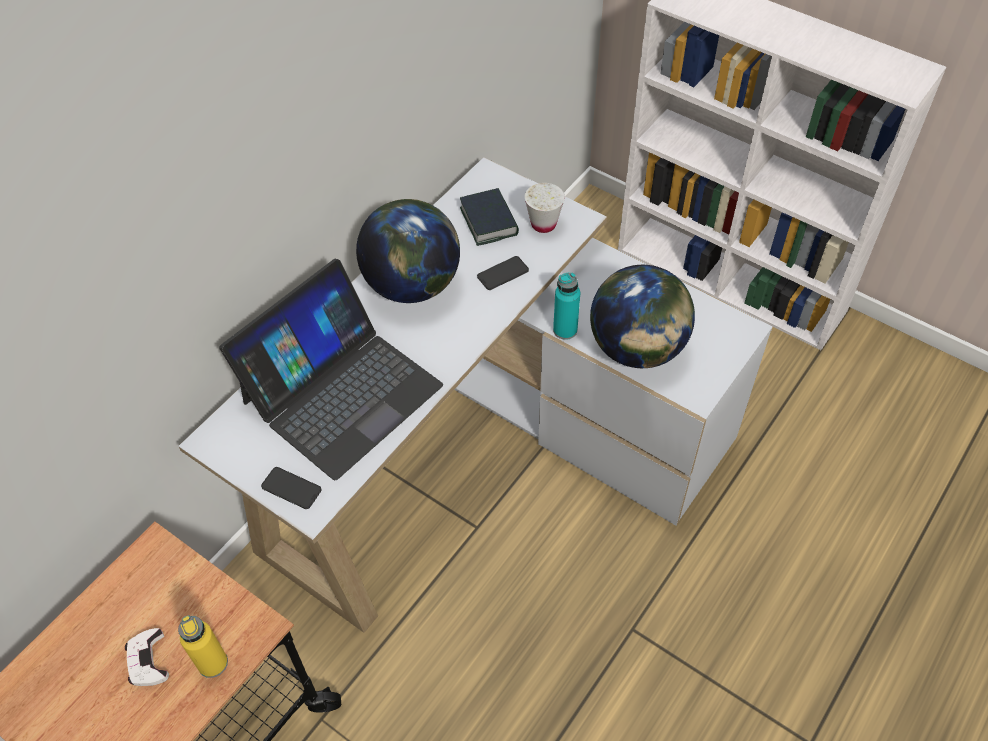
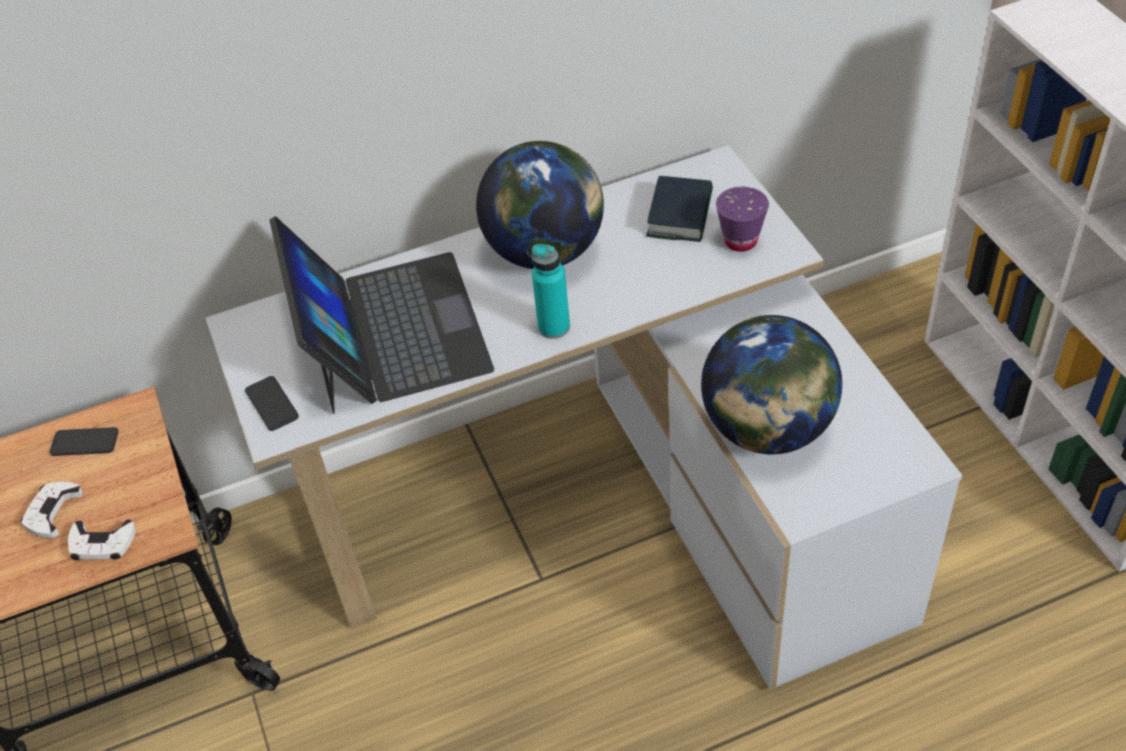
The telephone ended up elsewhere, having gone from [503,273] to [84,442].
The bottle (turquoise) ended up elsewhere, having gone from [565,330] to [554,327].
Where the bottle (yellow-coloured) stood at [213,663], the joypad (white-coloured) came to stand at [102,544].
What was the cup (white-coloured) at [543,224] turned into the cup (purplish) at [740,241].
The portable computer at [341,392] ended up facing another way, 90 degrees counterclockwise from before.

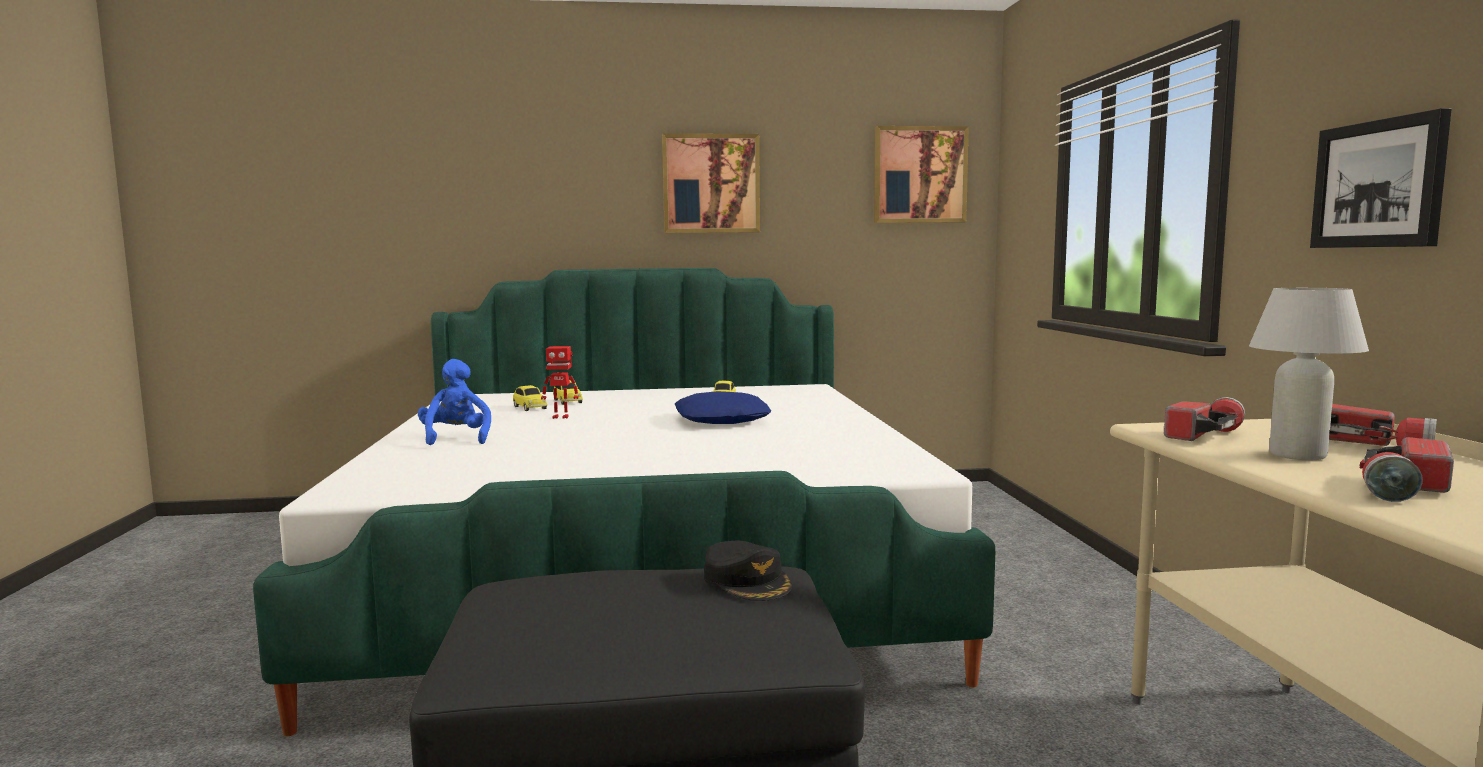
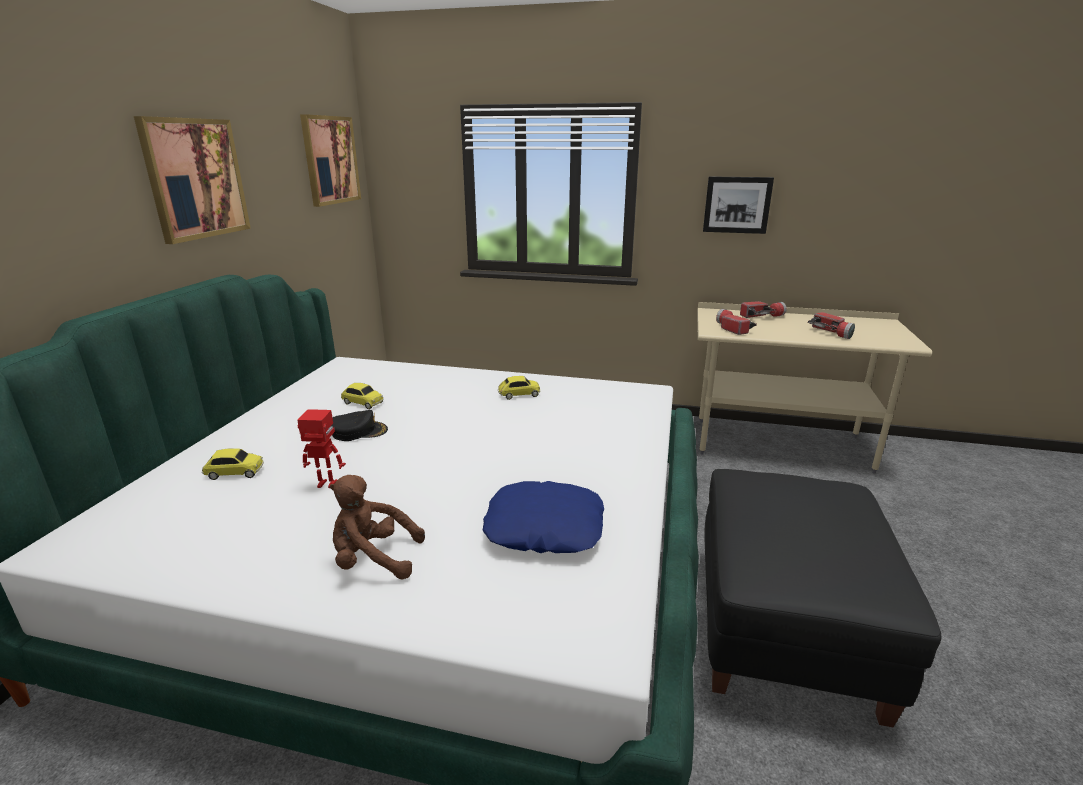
The second view lost the tabletop lamp (white-coloured) at [1297,455].
The miniature car ended up elsewhere, having gone from [529,407] to [519,395].
The cushion (blue-coloured) ended up elsewhere, having gone from [722,420] to [544,527].
The cap (blackish) ended up elsewhere, having gone from [747,581] to [358,431].
What was the plush toy (blue-coloured) at [456,439] turned into the plush toy (brown-coloured) at [373,559].
The toy robot at [561,417] ended up facing another way, 105 degrees counterclockwise from before.

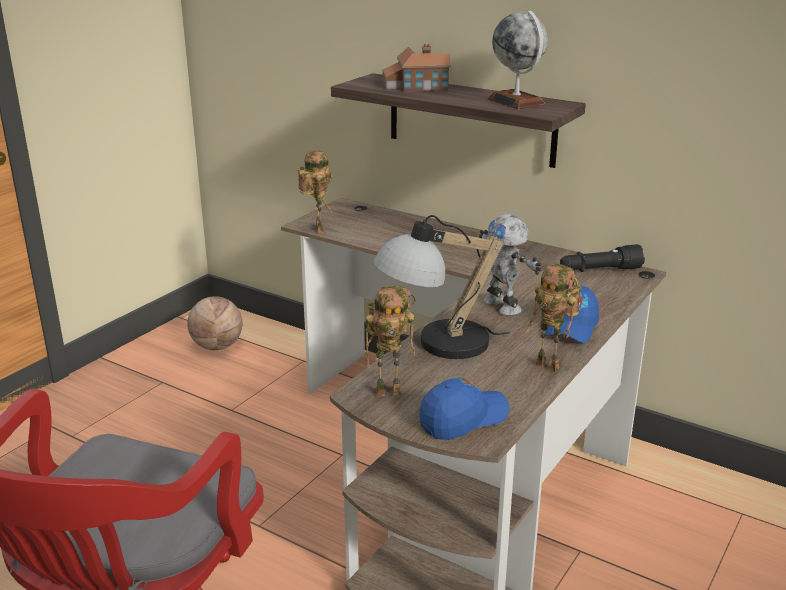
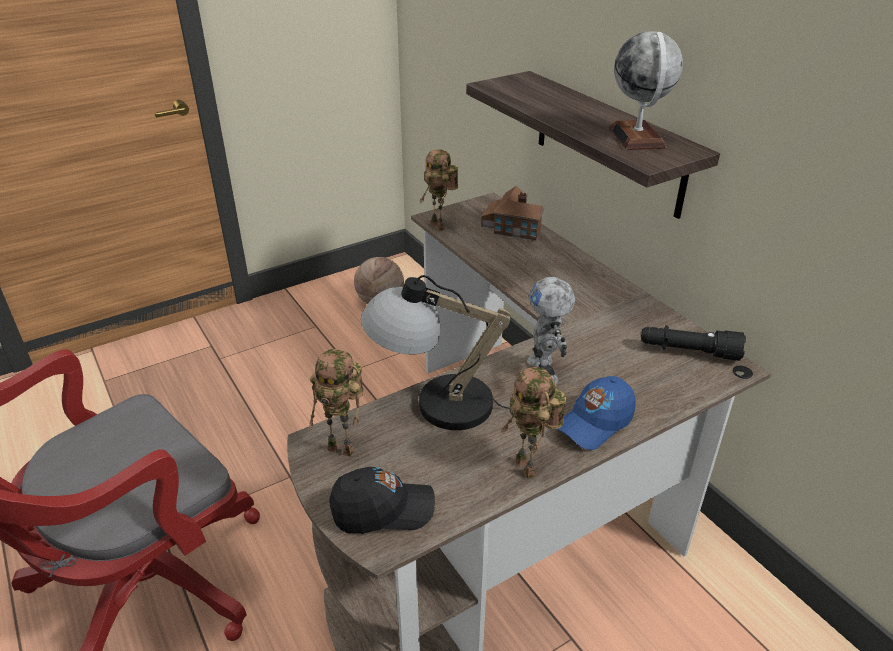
The miniature house ended up elsewhere, having gone from [414,86] to [512,226].
What was the cap (blue-coloured) at [463,419] turned into the cap (blackish) at [383,510].
The toy robot at [317,229] ended up facing another way, 135 degrees clockwise from before.

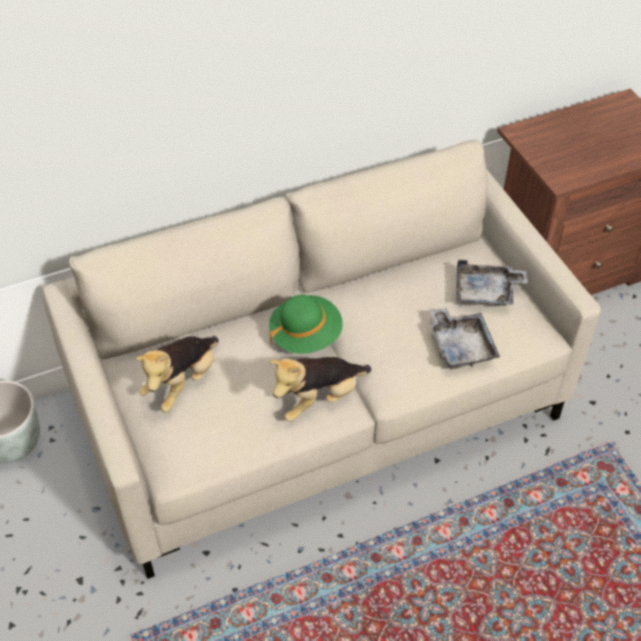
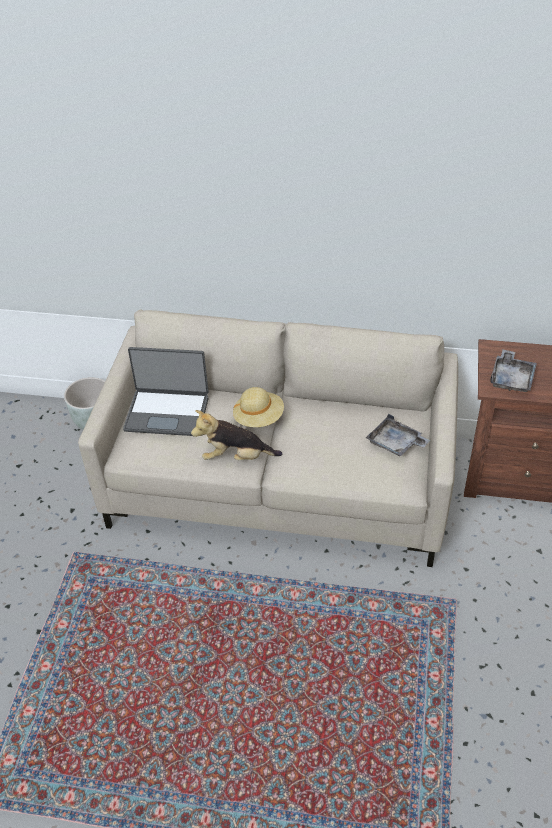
The tray (greyish) ended up elsewhere, having gone from [461,346] to [511,378].
Where the plush toy stood at [182,383], the portable computer came to stand at [167,412].
What was the hat (green) at [305,335] turned into the hat (sand-coloured) at [259,418].

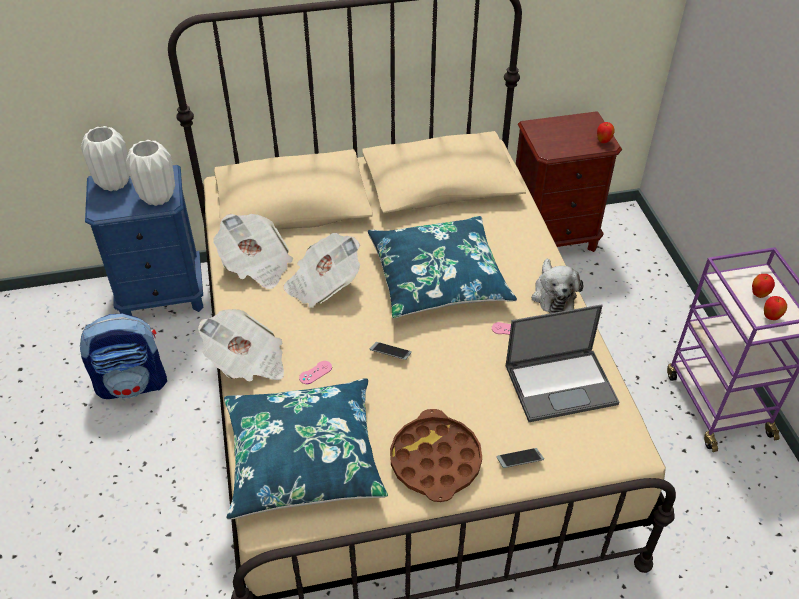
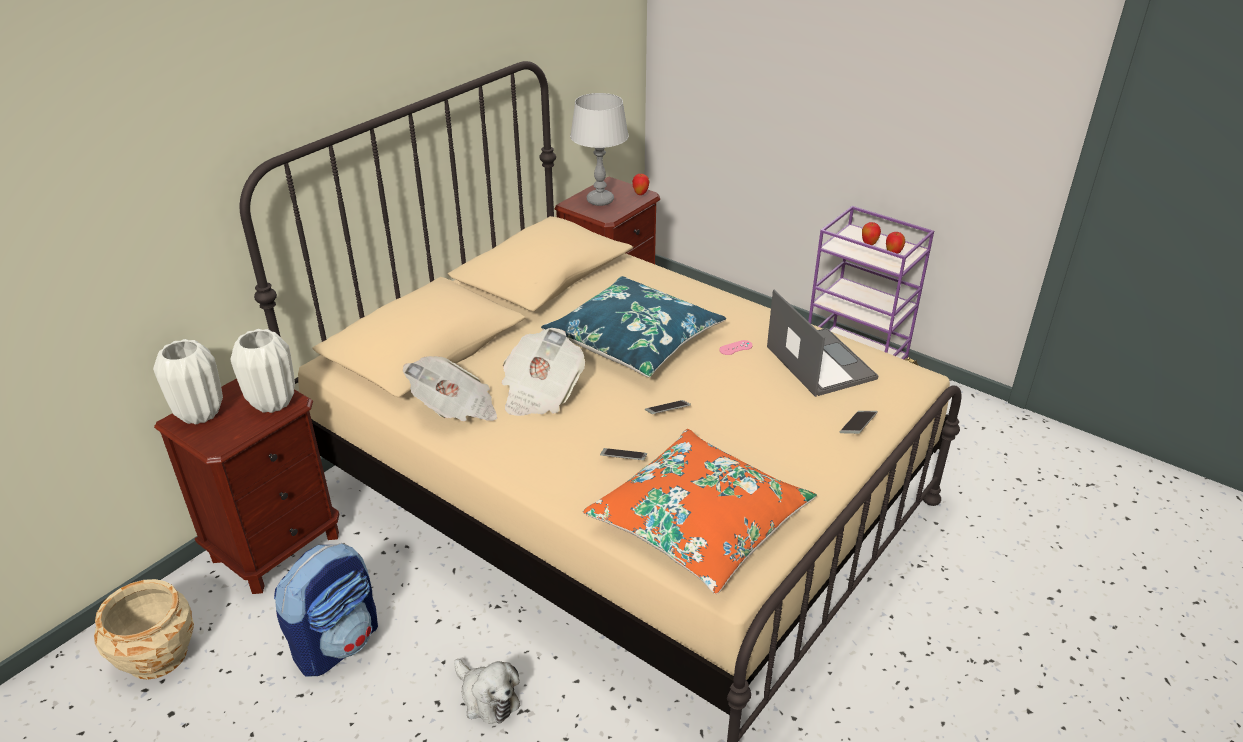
The second view lost the printed paper at [247,362].
The second view lost the tray (brown-coloured) at [435,461].
The second view gained the planter (sand-coloured) at [157,655].
The second view gained the tabletop lamp (greyish) at [600,200].
The plush toy ended up elsewhere, having gone from [553,294] to [487,697].
Where the joypad (pinkish) stood at [315,372], the telephone came to stand at [623,458].
What was the nightstand (blue-coloured) at [162,295] turned into the nightstand (brown-coloured) at [276,547].
What was the cushion (blue-coloured) at [303,457] turned into the cushion (orange) at [699,522].
The portable computer at [561,384] ended up facing another way, 60 degrees counterclockwise from before.

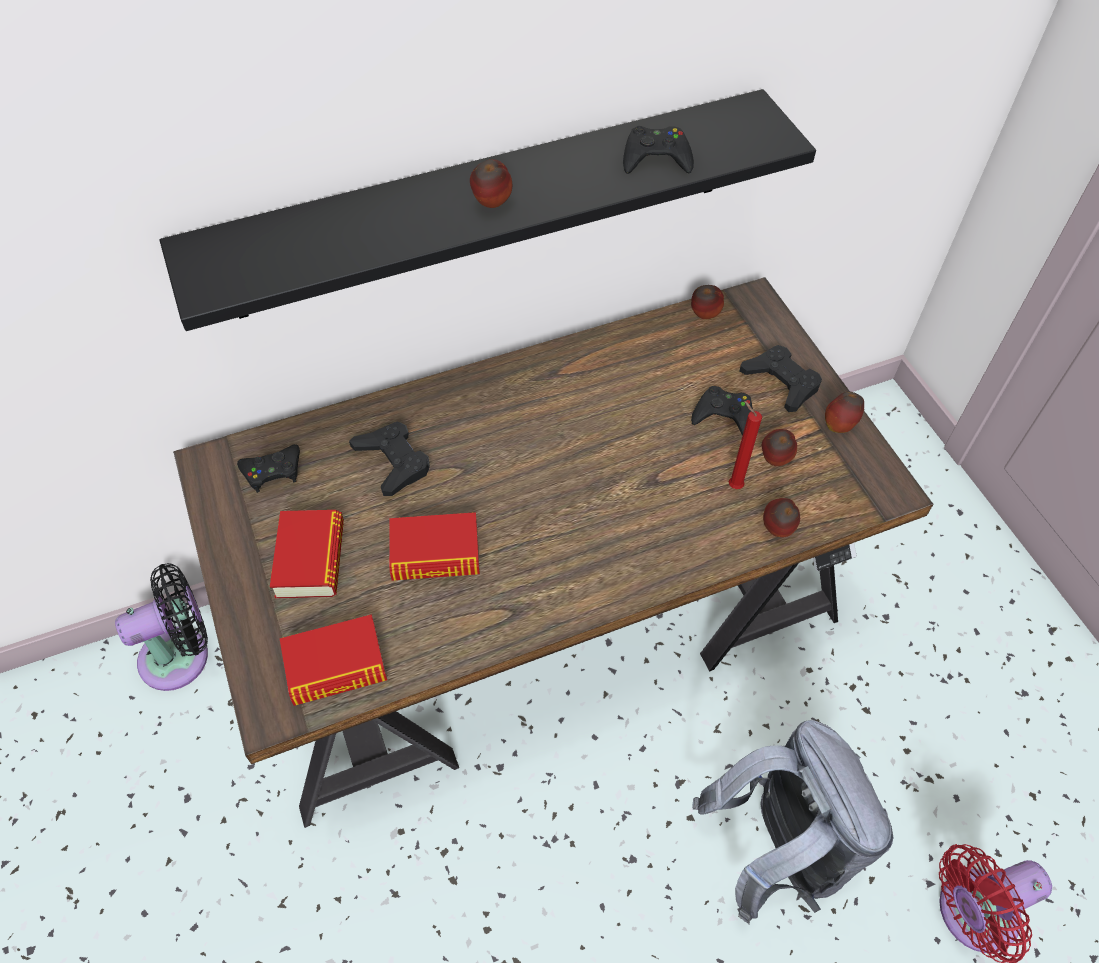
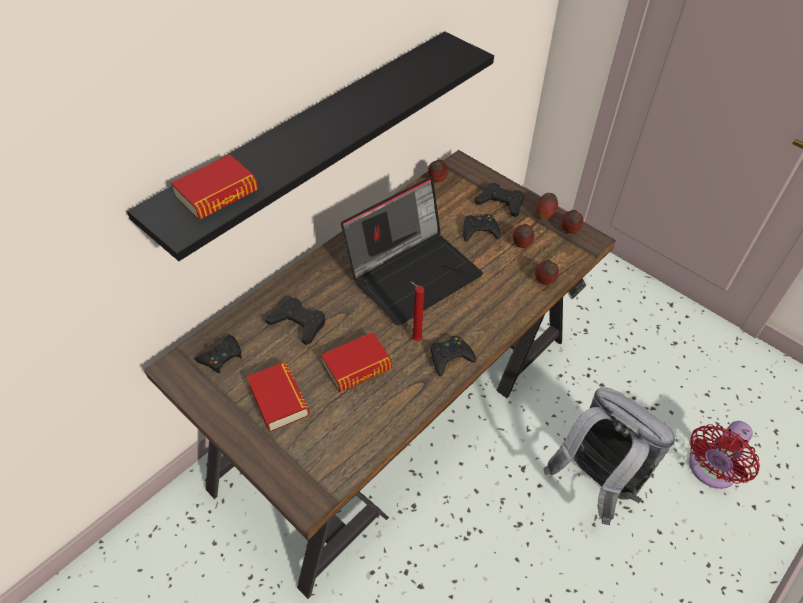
The second view lost the fan (blackish) at [181,655].
The second view gained the portable computer at [414,273].
The book ended up elsewhere, having gone from [335,665] to [217,194].
The apple ended up elsewhere, having gone from [491,205] to [569,231].
The joypad (blackish) ended up elsewhere, having gone from [656,158] to [450,357].
The candle (red-coloured) ended up elsewhere, having gone from [733,485] to [415,339].

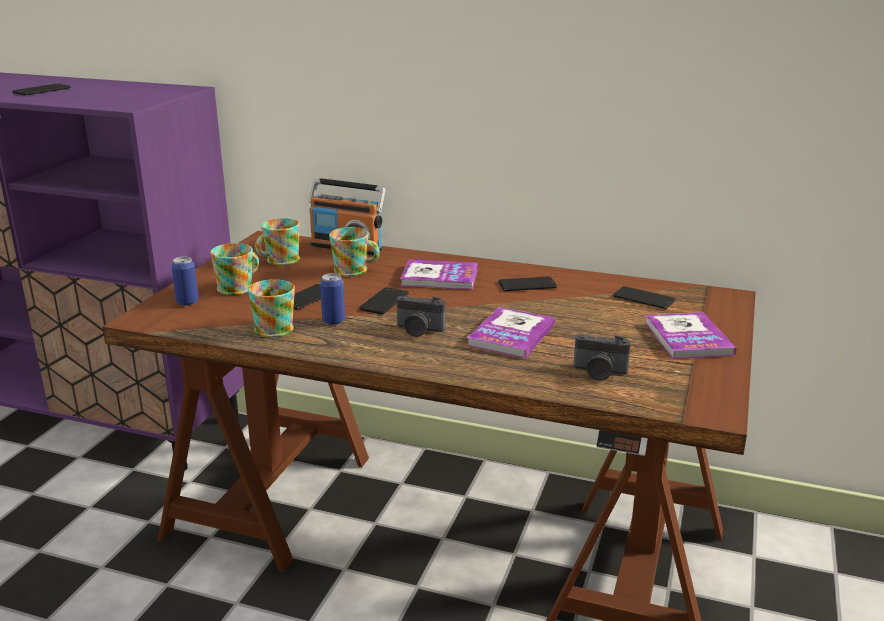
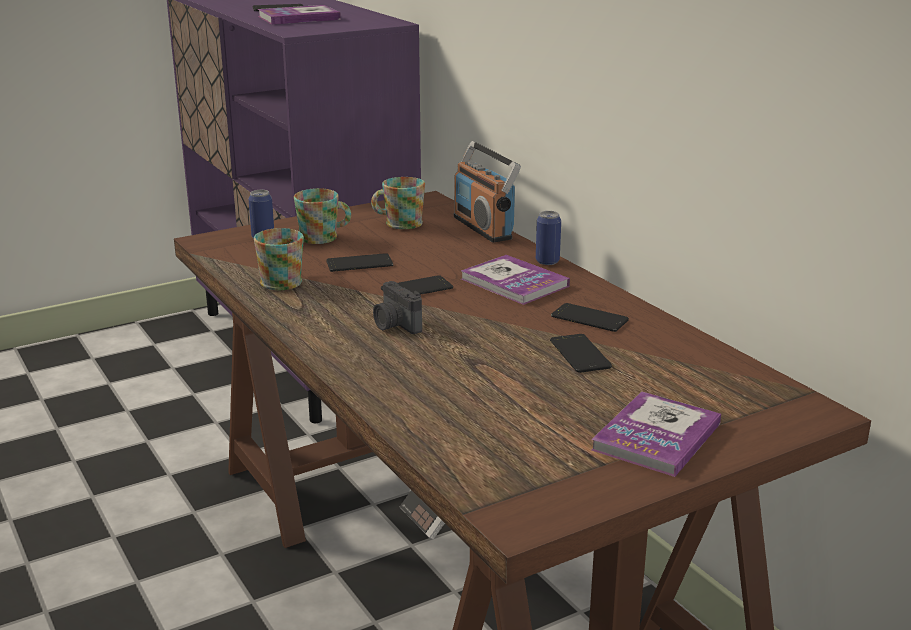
The second view lost the coffee mug at [355,271].
The second view lost the photo camera at [599,372].
The can ended up elsewhere, having gone from [333,321] to [547,261].
The book ended up elsewhere, having gone from [511,335] to [298,18].
The telephone ended up elsewhere, having gone from [643,298] to [580,354].

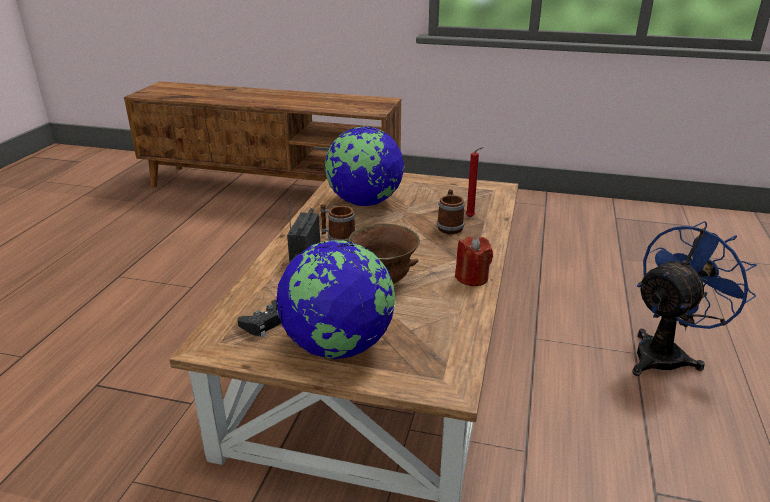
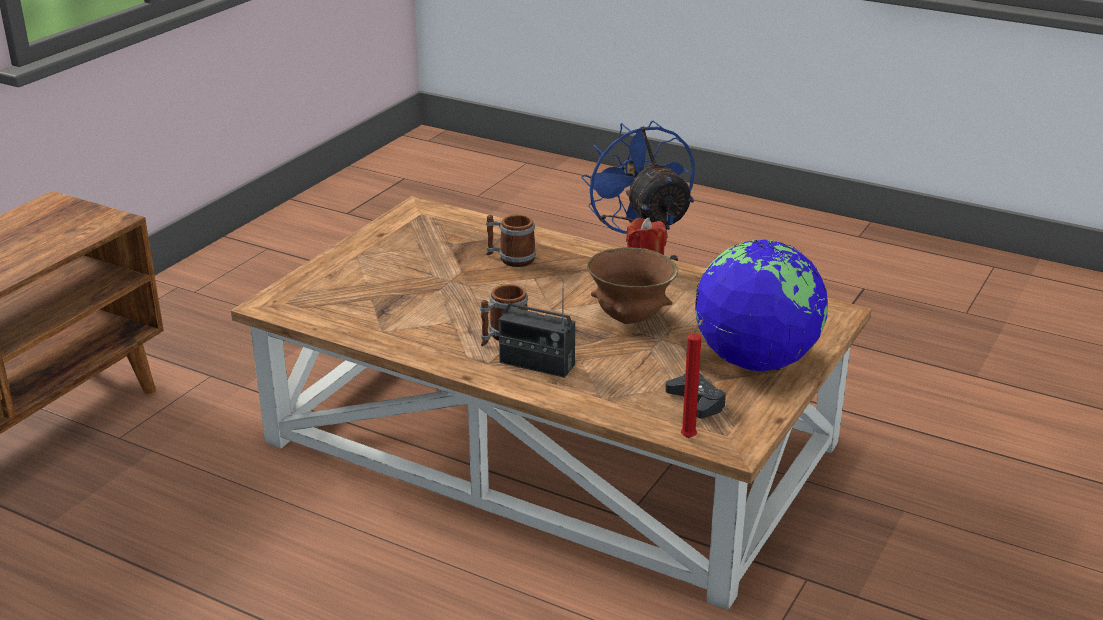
The second view lost the globe at [364,202].
The candle (red-coloured) ended up elsewhere, having gone from [471,217] to [690,437].

